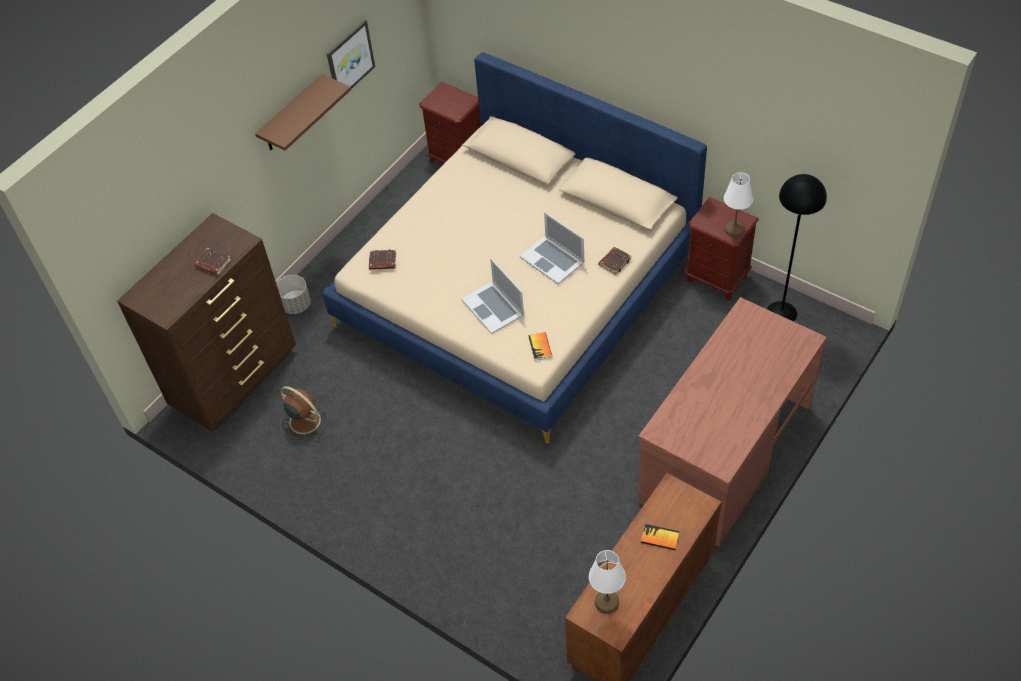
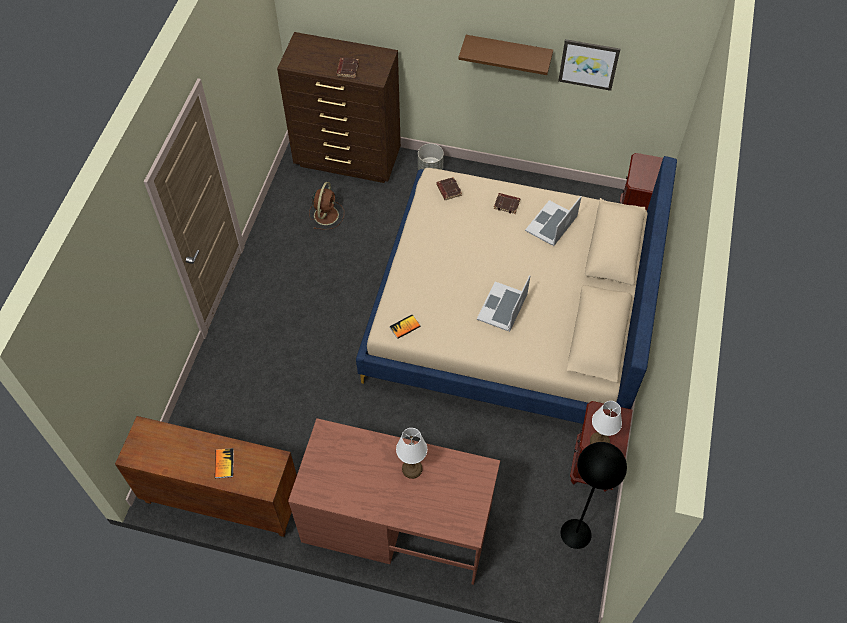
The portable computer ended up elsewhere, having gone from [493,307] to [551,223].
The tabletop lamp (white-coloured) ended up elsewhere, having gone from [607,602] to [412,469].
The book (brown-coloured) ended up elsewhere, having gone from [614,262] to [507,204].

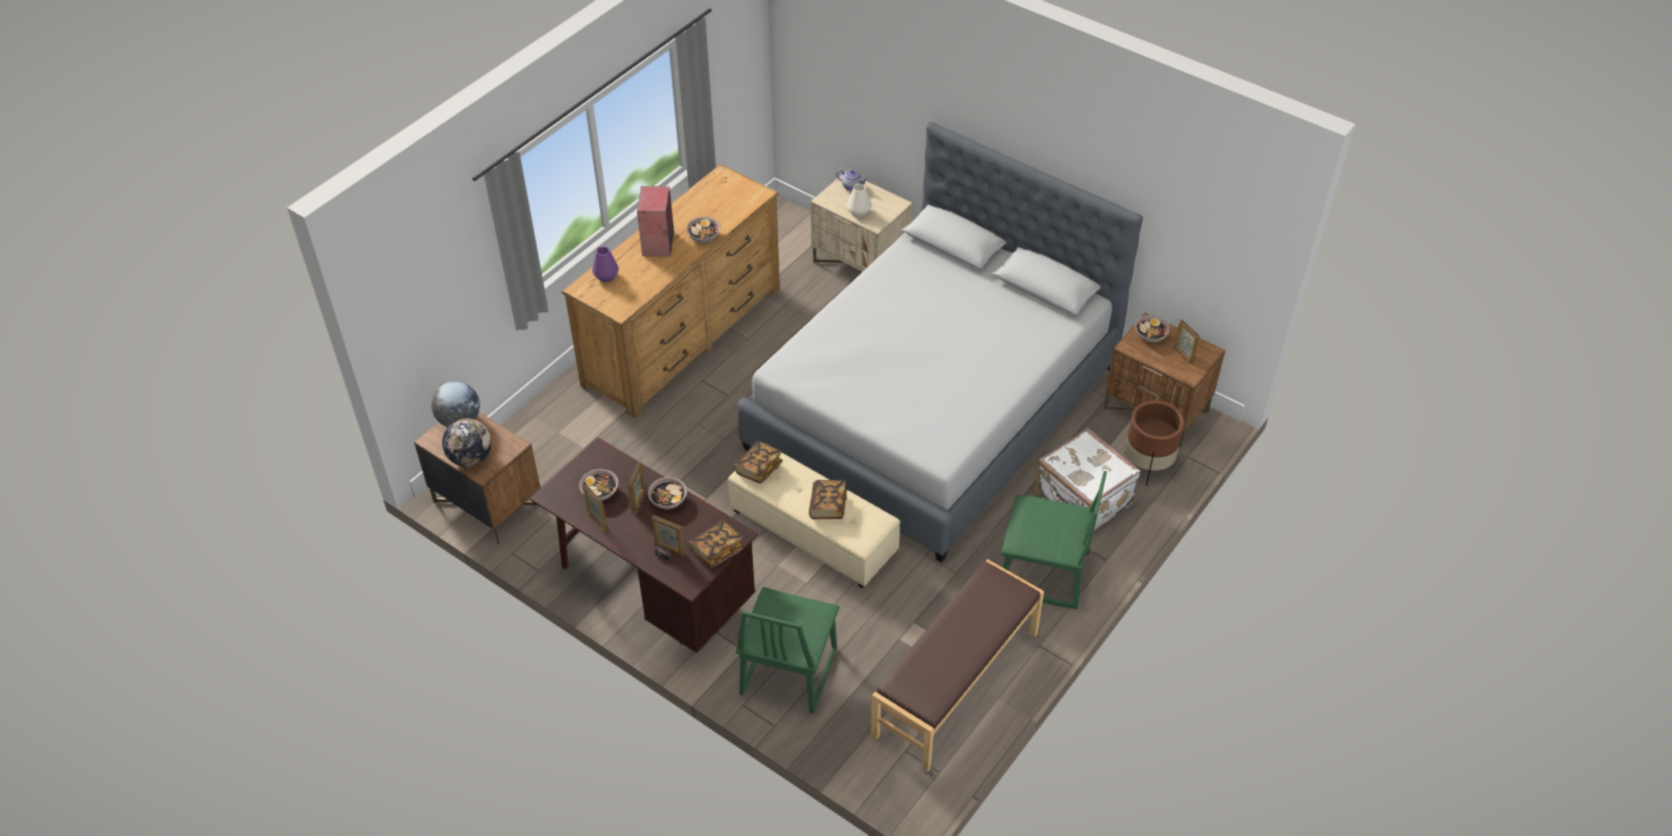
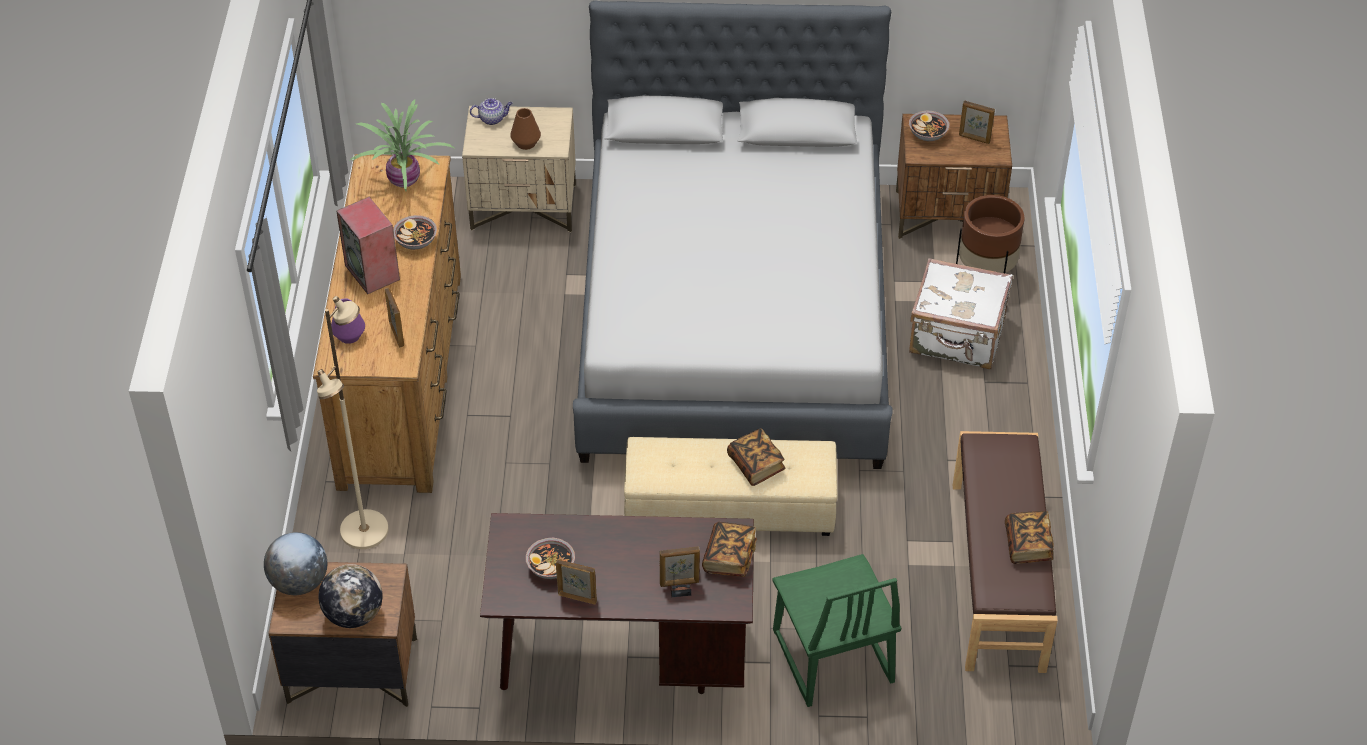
The second view lost the serving bowl at [668,500].
The second view lost the plain chair (green) at [1044,574].
The second view gained the standard lamp (sand-coloured) at [365,530].
The second view gained the houseplant at [403,182].
The picture frame ended up elsewhere, having gone from [638,500] to [396,334].
The book ended up elsewhere, having gone from [758,469] to [1028,545].
What was the vase (white-coloured) at [859,212] turned into the vase (brown-coloured) at [526,143].

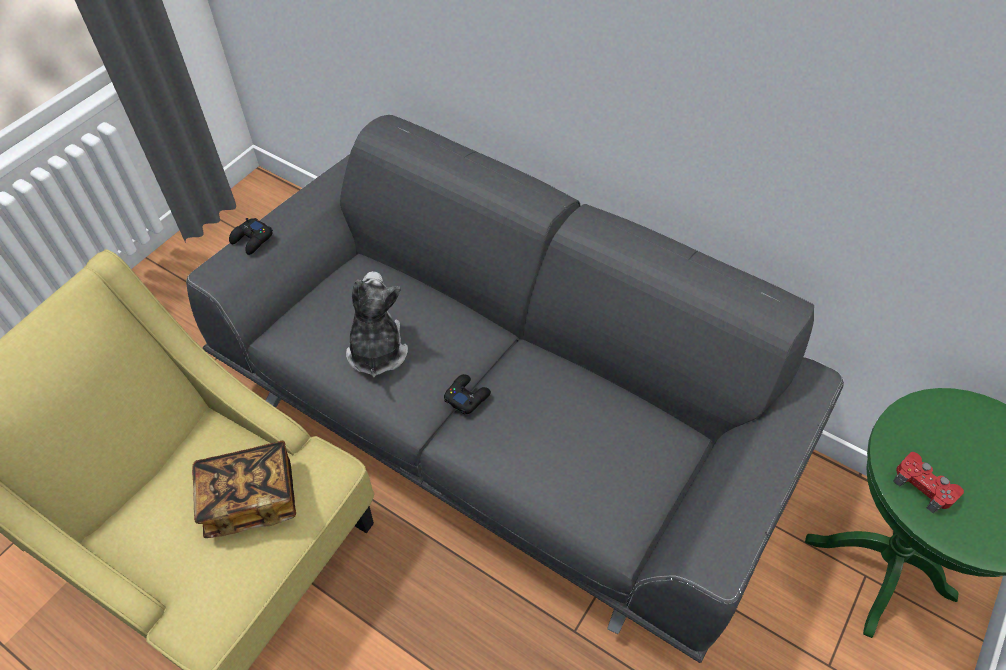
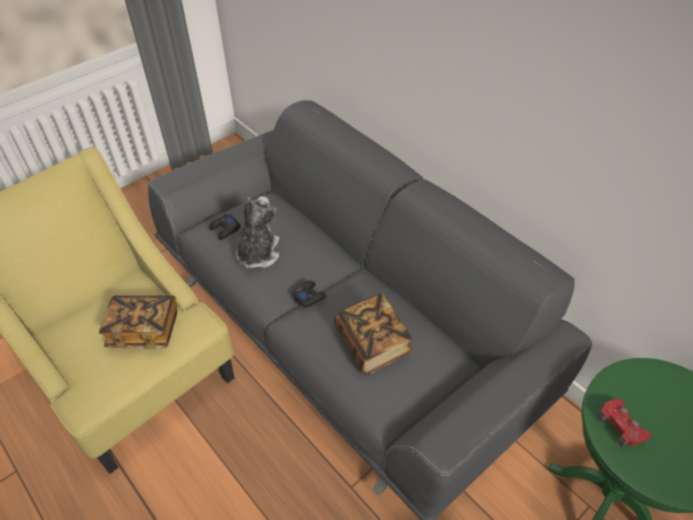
The second view gained the book at [372,343].
The joypad (blackish) ended up elsewhere, having gone from [252,240] to [225,229].

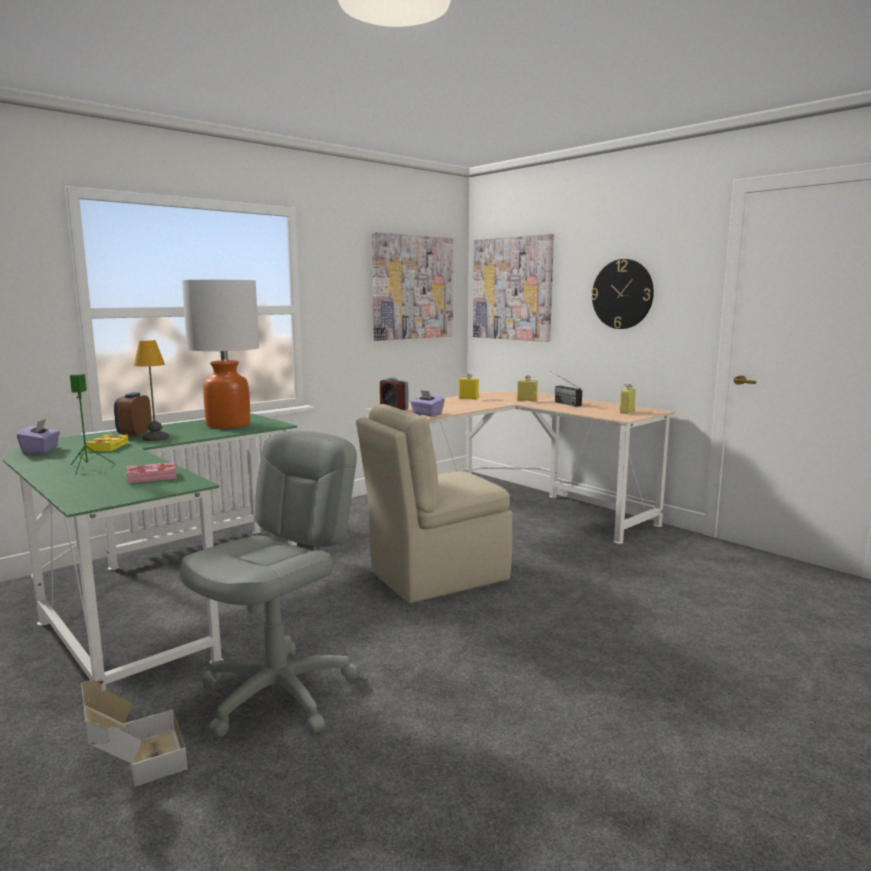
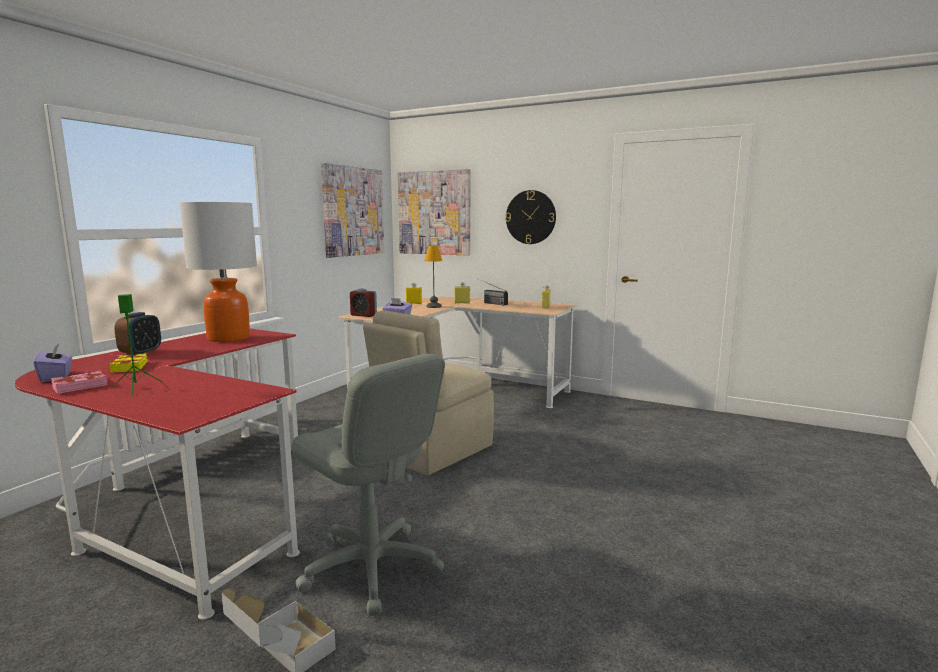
The book (pinkish) ended up elsewhere, having gone from [152,477] to [80,386].
The tabletop lamp ended up elsewhere, having gone from [156,438] to [434,306].
What was the desk unit (green) at [157,595] turned into the desk unit (red-coloured) at [187,505].
The bedside clock at [134,434] ended up facing another way, 150 degrees counterclockwise from before.
The computer chair (greyish) at [278,693] ended up facing another way, 120 degrees clockwise from before.

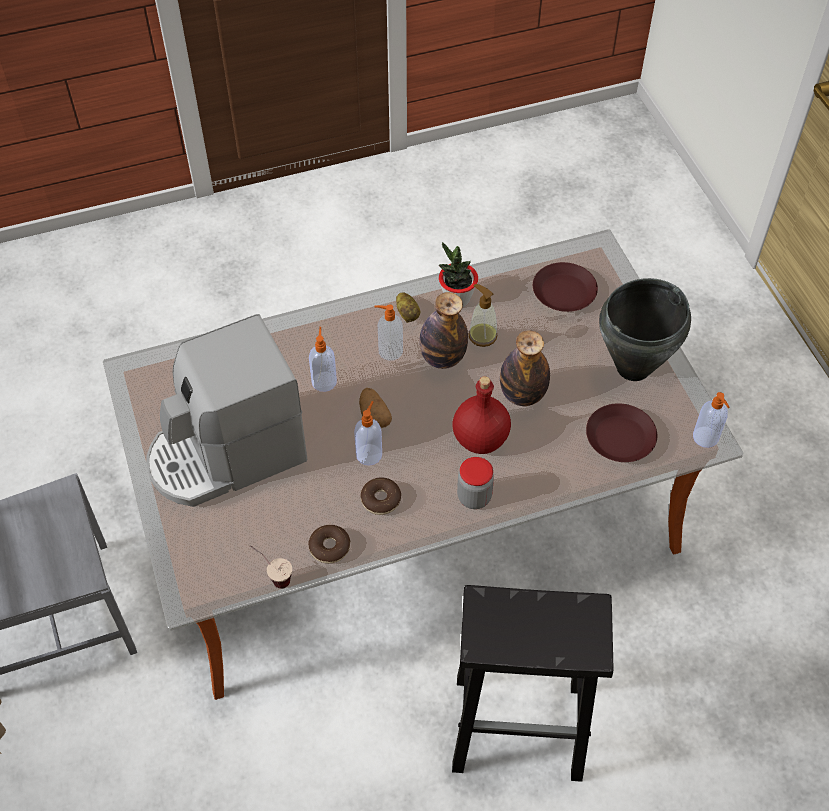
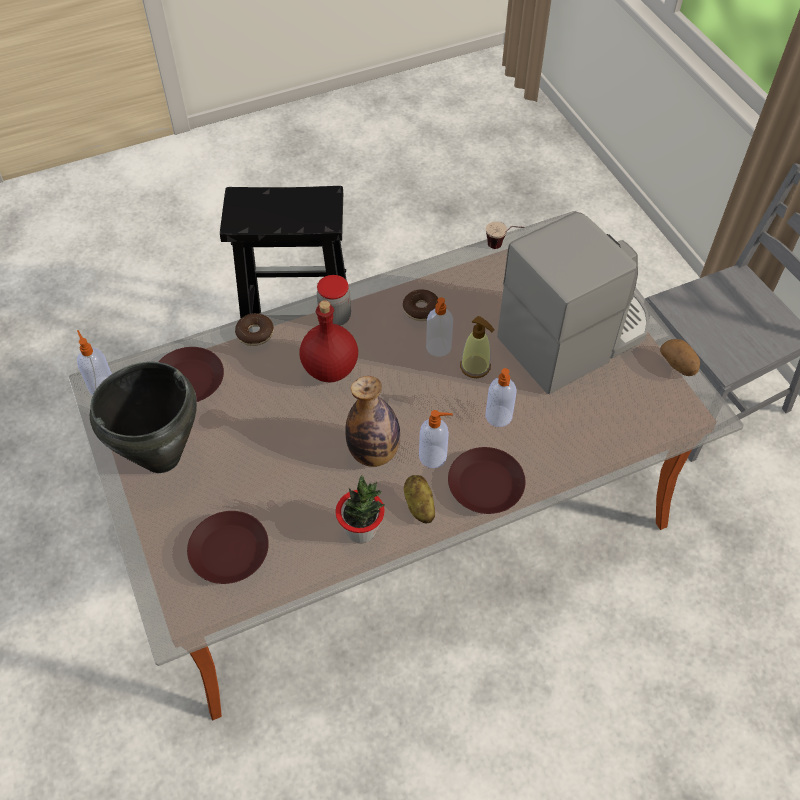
The second view lost the bottle at [522,395].
The second view gained the dinner plate (brown-coloured) at [486,485].
The ring doughnut ended up elsewhere, having gone from [329,547] to [255,334].
The spud ended up elsewhere, having gone from [374,415] to [678,365].
The soap bottle ended up elsewhere, having gone from [482,335] to [475,367].

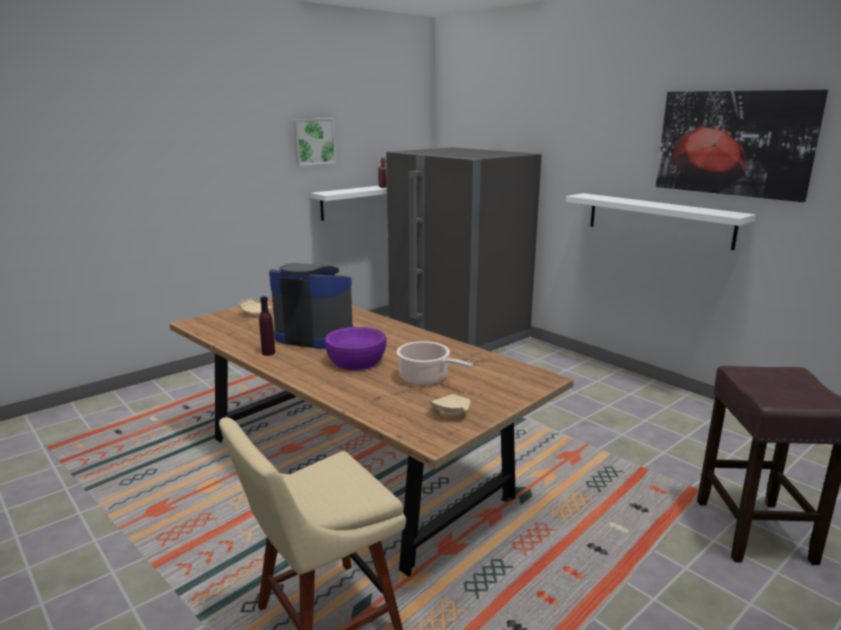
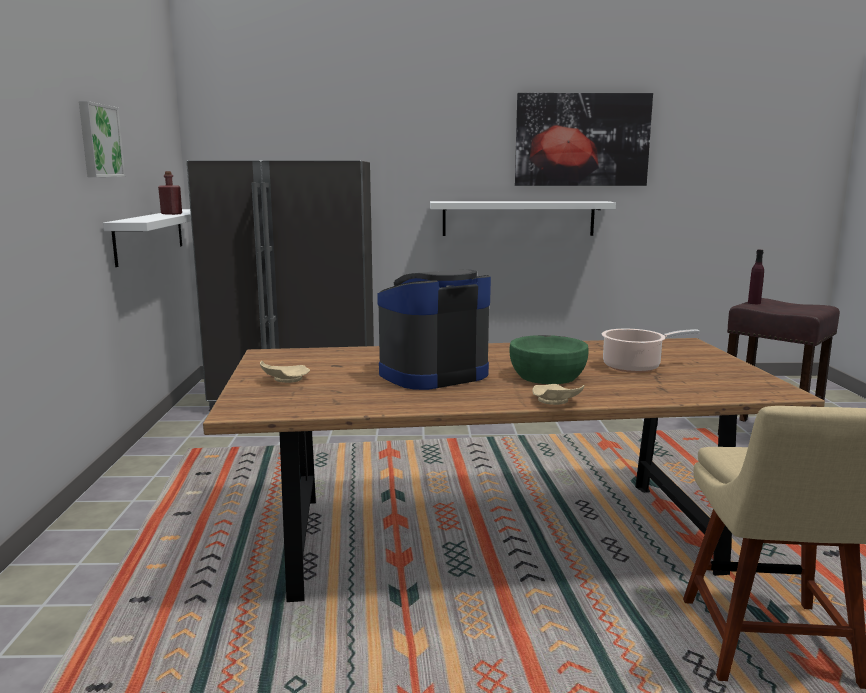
The bottle (purplish) ended up elsewhere, having gone from [268,353] to [754,303].
The dinner plate (sand-coloured) ended up elsewhere, having gone from [449,412] to [555,402].
What was the serving bowl (purplish) at [356,361] turned into the serving bowl (green) at [547,376].

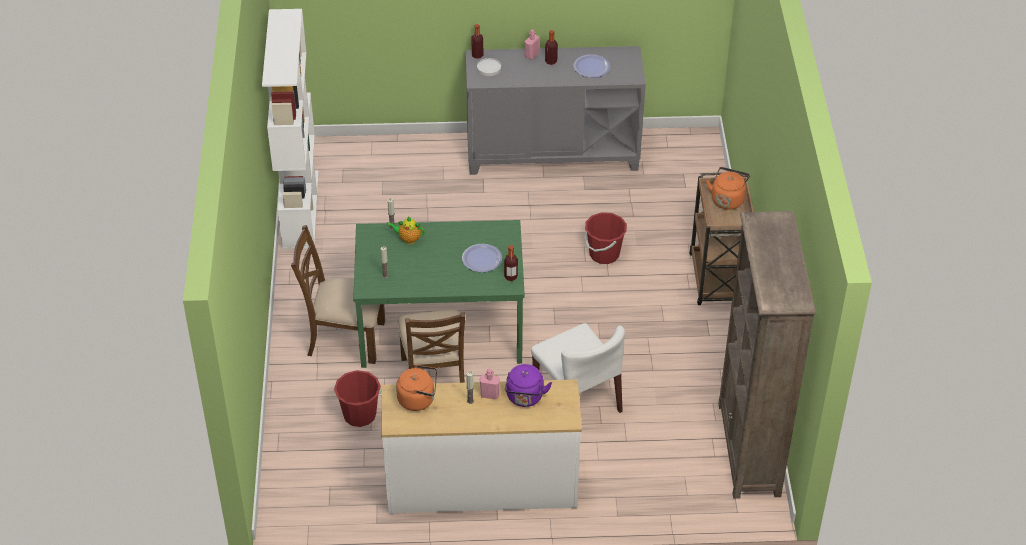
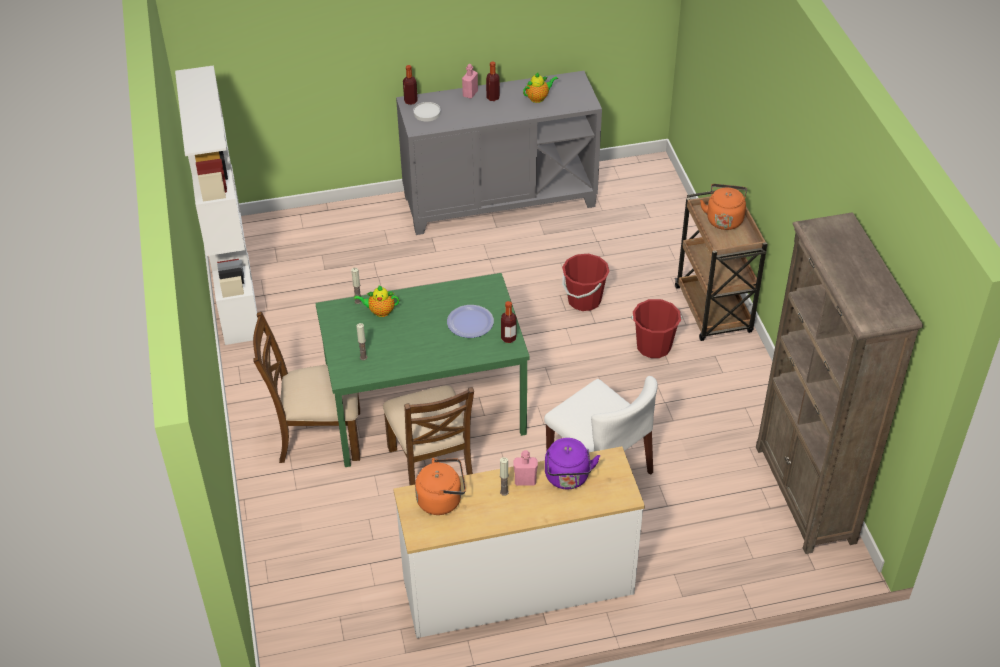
The pail (red-coloured) ended up elsewhere, having gone from [359,414] to [653,346].
Where the dinner plate stood at [591,67], the pot for tea came to stand at [538,98].

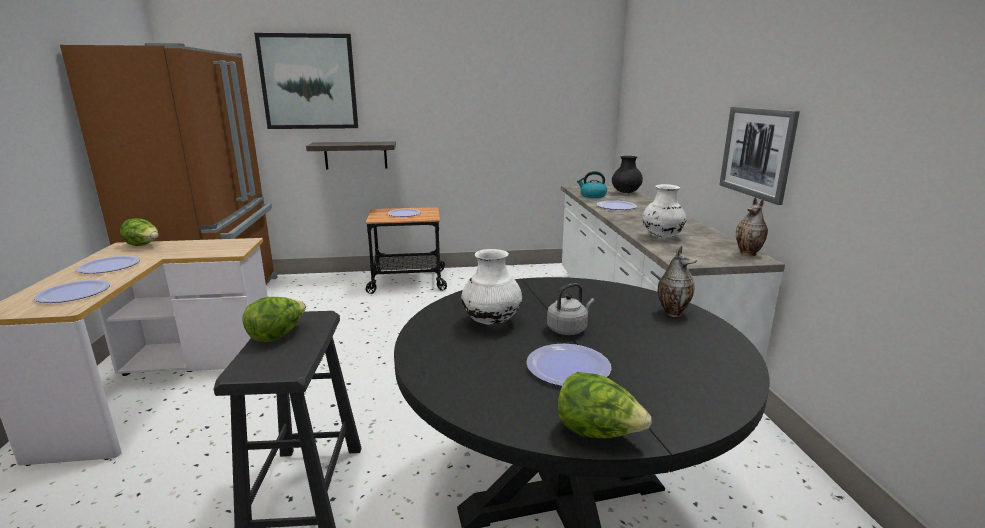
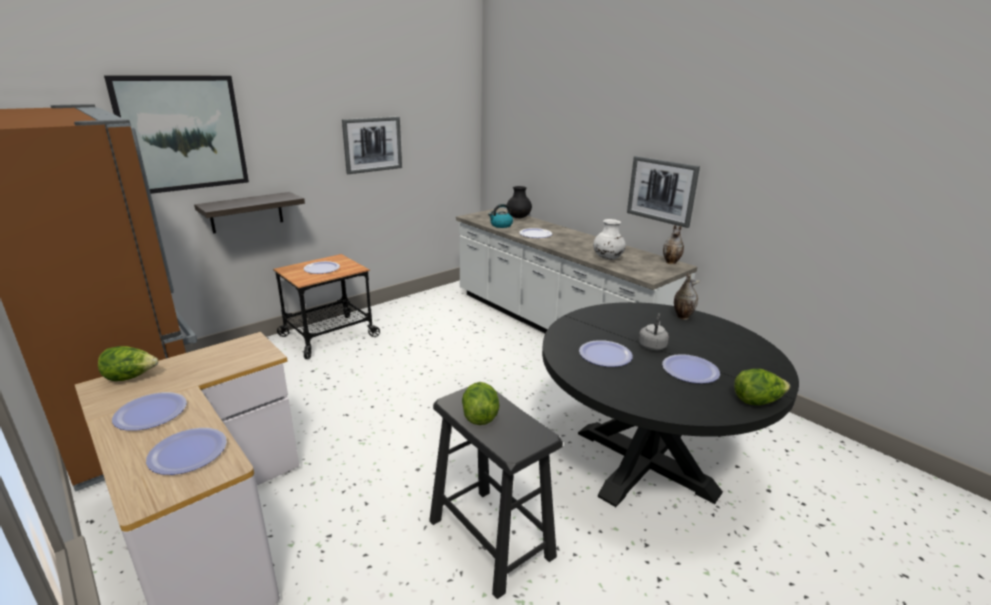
The second view gained the picture at [372,144].
Where the vase (white-coloured) stood at [491,322], the dinner plate came to stand at [605,355].

